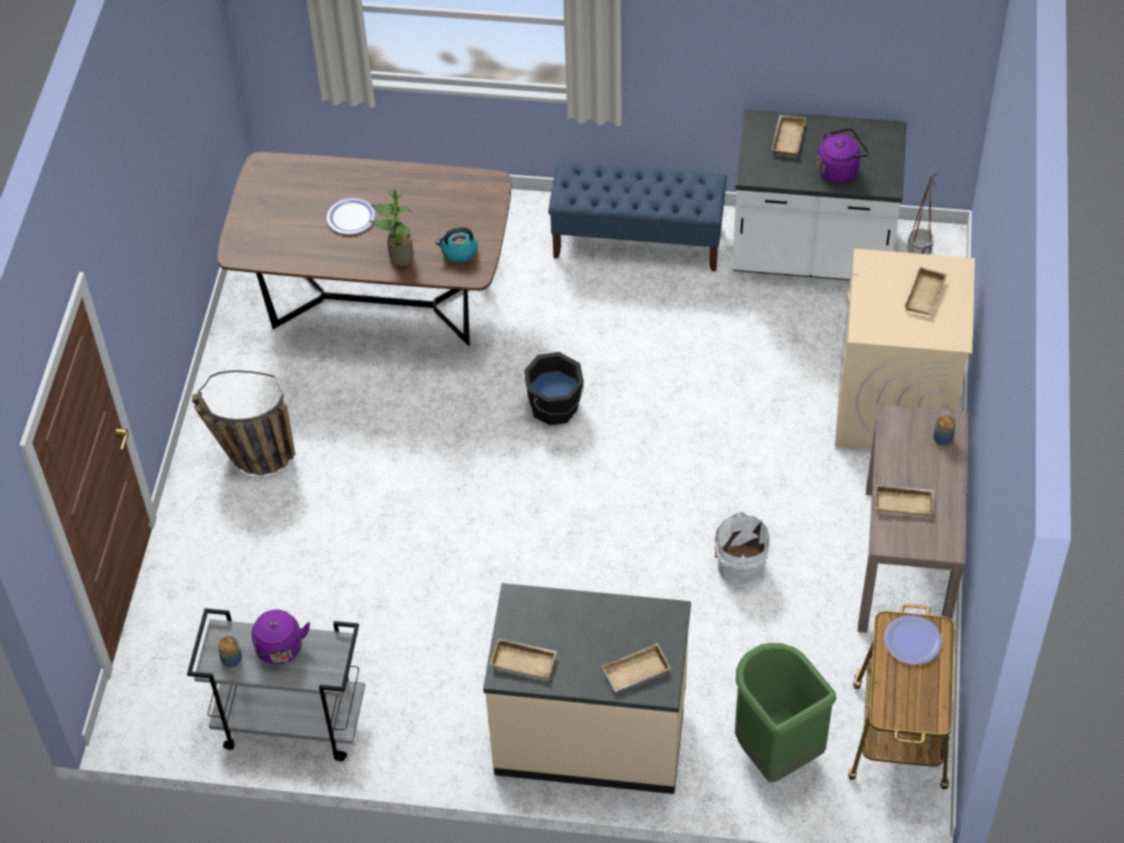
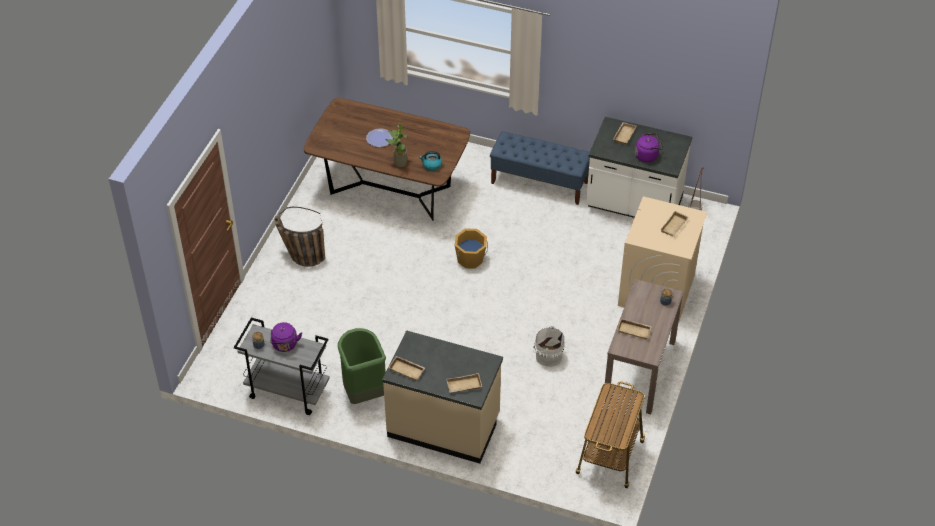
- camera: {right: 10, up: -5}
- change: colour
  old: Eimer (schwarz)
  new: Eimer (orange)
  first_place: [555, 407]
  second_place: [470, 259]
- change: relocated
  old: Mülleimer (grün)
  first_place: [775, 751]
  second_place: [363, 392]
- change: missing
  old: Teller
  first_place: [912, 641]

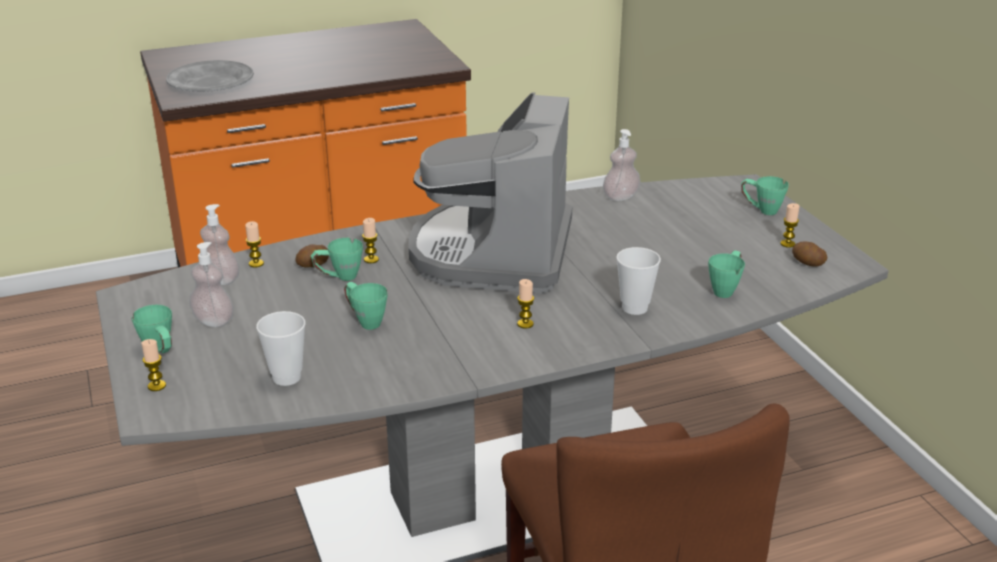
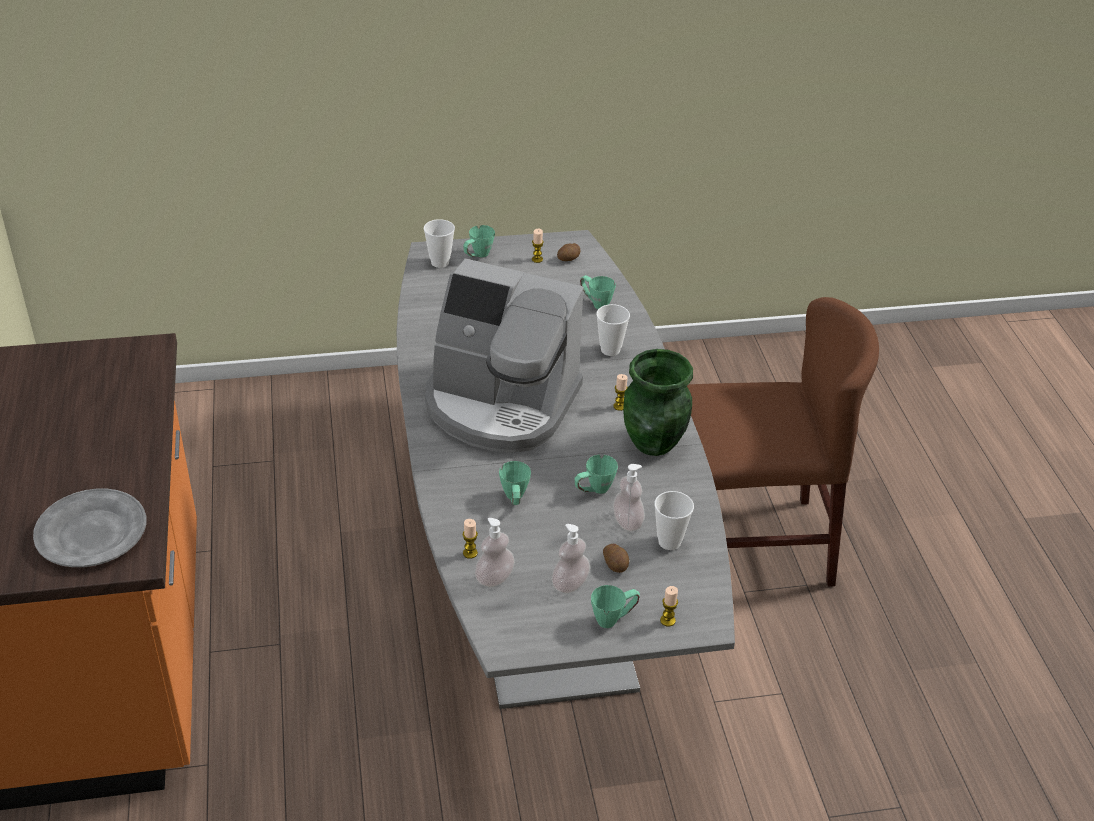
- camera: {right: -80, up: 10}
- change: relocated
  old: Kartoffel
  first_place: [313, 265]
  second_place: [616, 564]
- change: missing
  old: Kerze
  first_place: [371, 259]
- change: relocated
  old: Seifenspender
  first_place: [620, 197]
  second_place: [627, 522]
- change: appeared
  new: Tasse
  second_place: [440, 262]
- change: appeared
  new: Vase (grün)
  second_place: [654, 443]

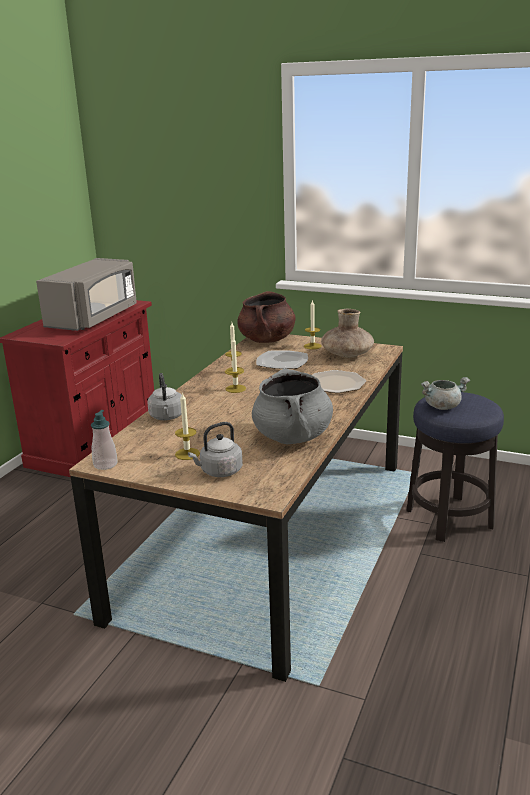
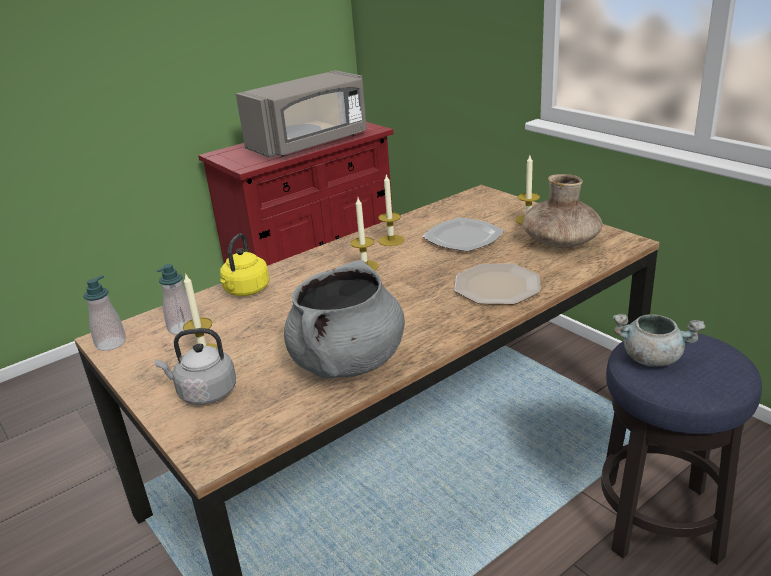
- camera: {right: 30, up: 5}
- change: colour
  old: Wasserkessel (grau)
  new: Wasserkessel (gelb)
  first_place: [167, 417]
  second_place: [246, 291]
- change: missing
  old: Kochtopf (braun)
  first_place: [267, 340]
- change: appeared
  new: Seifenspender
  second_place: [182, 327]

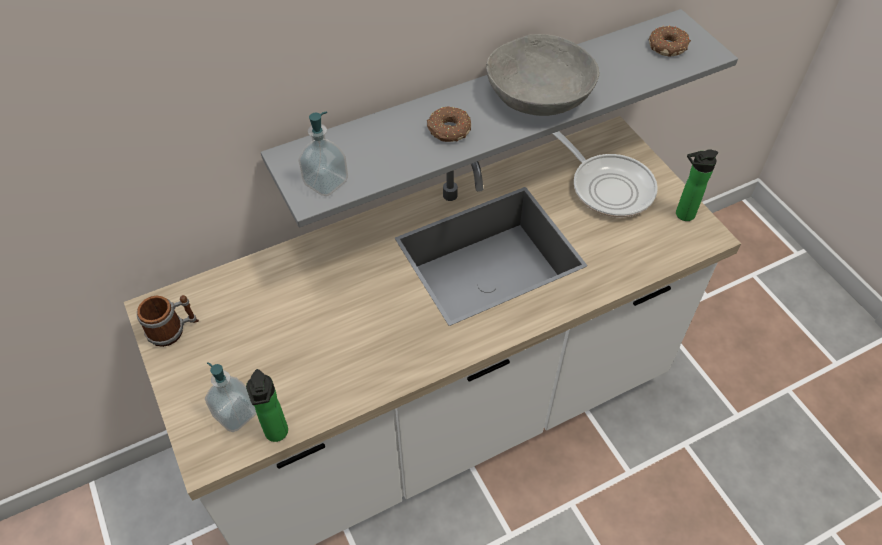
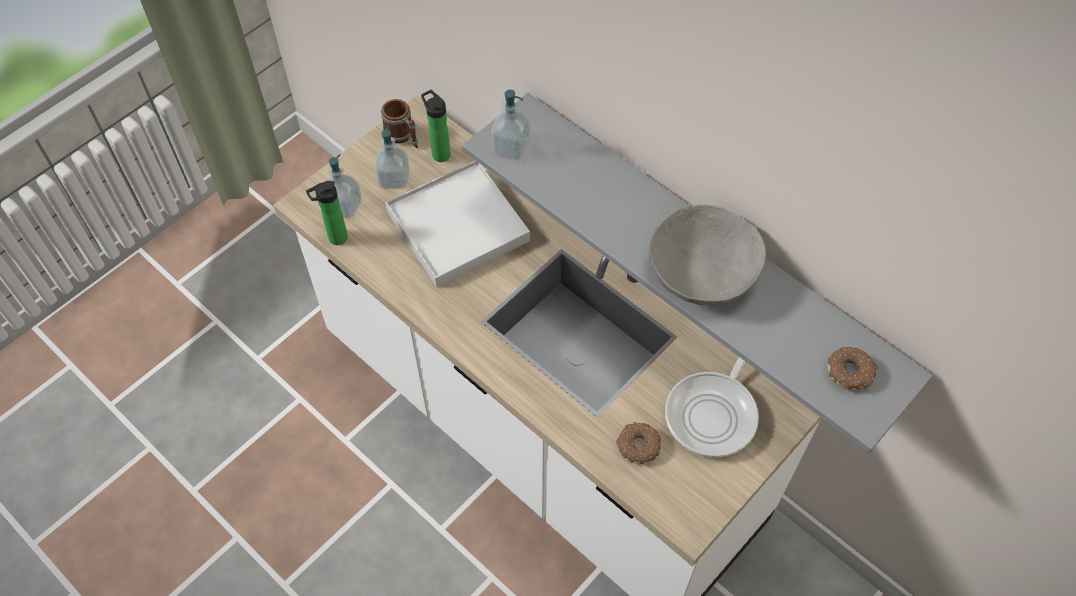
- camera: {right: 70, up: 5}
- change: relocated
  old: Donut
  first_place: [448, 130]
  second_place: [637, 446]
- change: relocated
  old: Flasche
  first_place: [682, 215]
  second_place: [439, 153]
- change: appeared
  new: Seifenspender
  second_place: [394, 179]
- change: appeared
  new: Tablett (weiß)
  second_place: [458, 226]

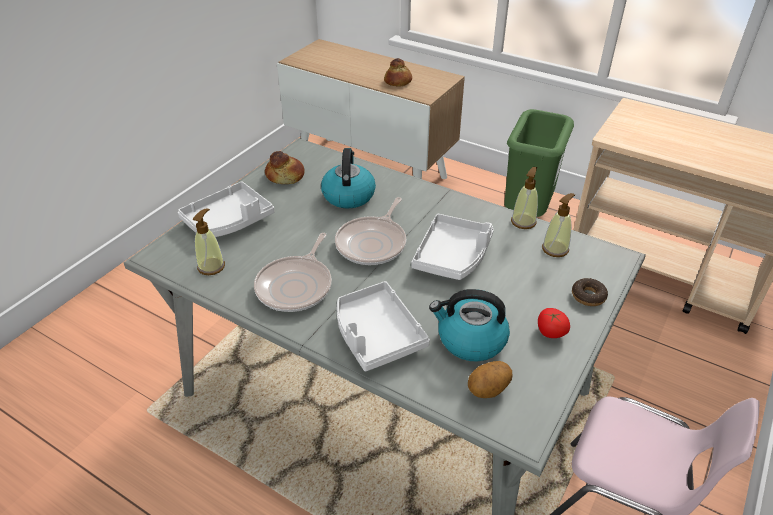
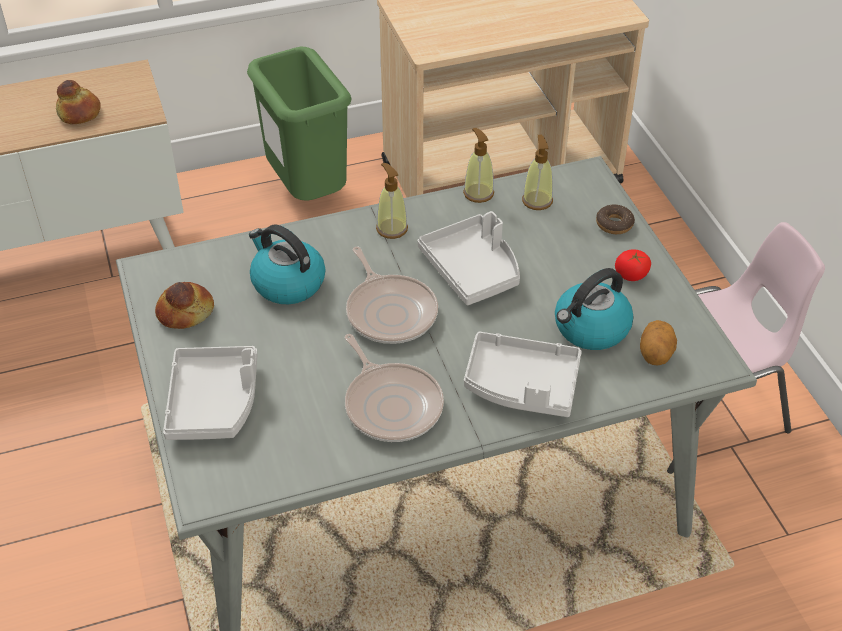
- camera: {right: -50, up: 5}
- change: relocated
  old: Seifenspender
  first_place: [211, 266]
  second_place: [391, 228]

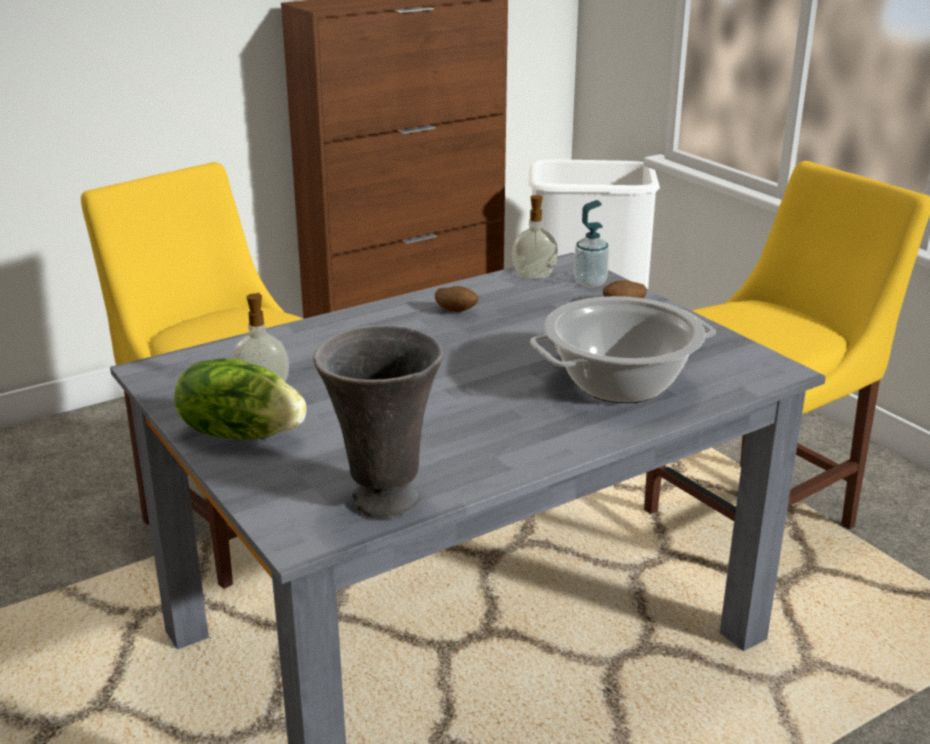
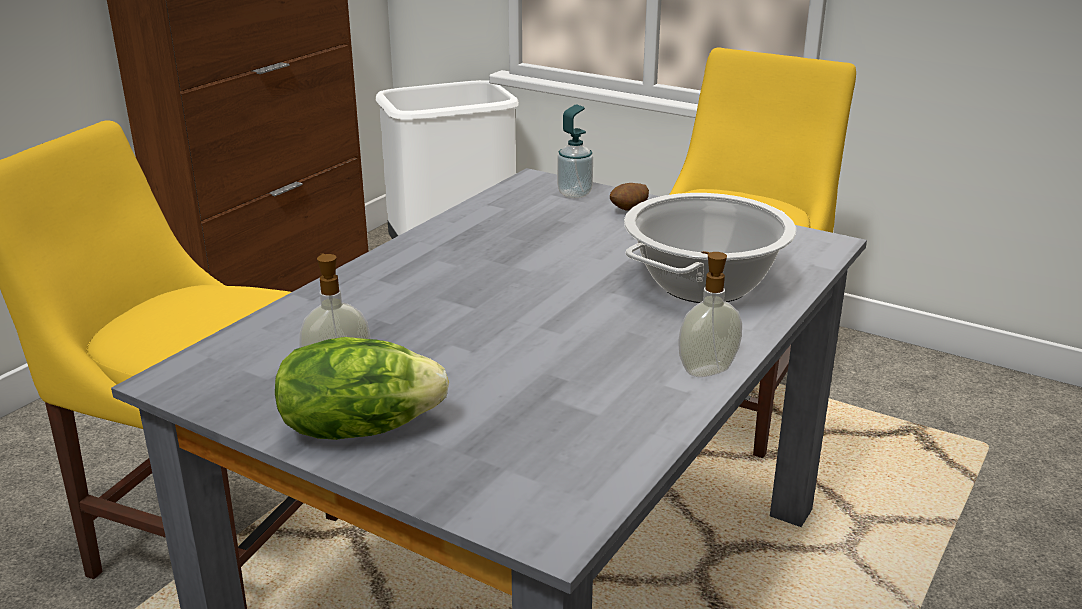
- camera: {right: -25, up: 0}
- change: missing
  old: Vase (grau)
  first_place: [384, 501]
- change: missing
  old: Kartoffel
  first_place: [456, 311]
- change: relocated
  old: Seifenspender
  first_place: [534, 276]
  second_place: [706, 369]

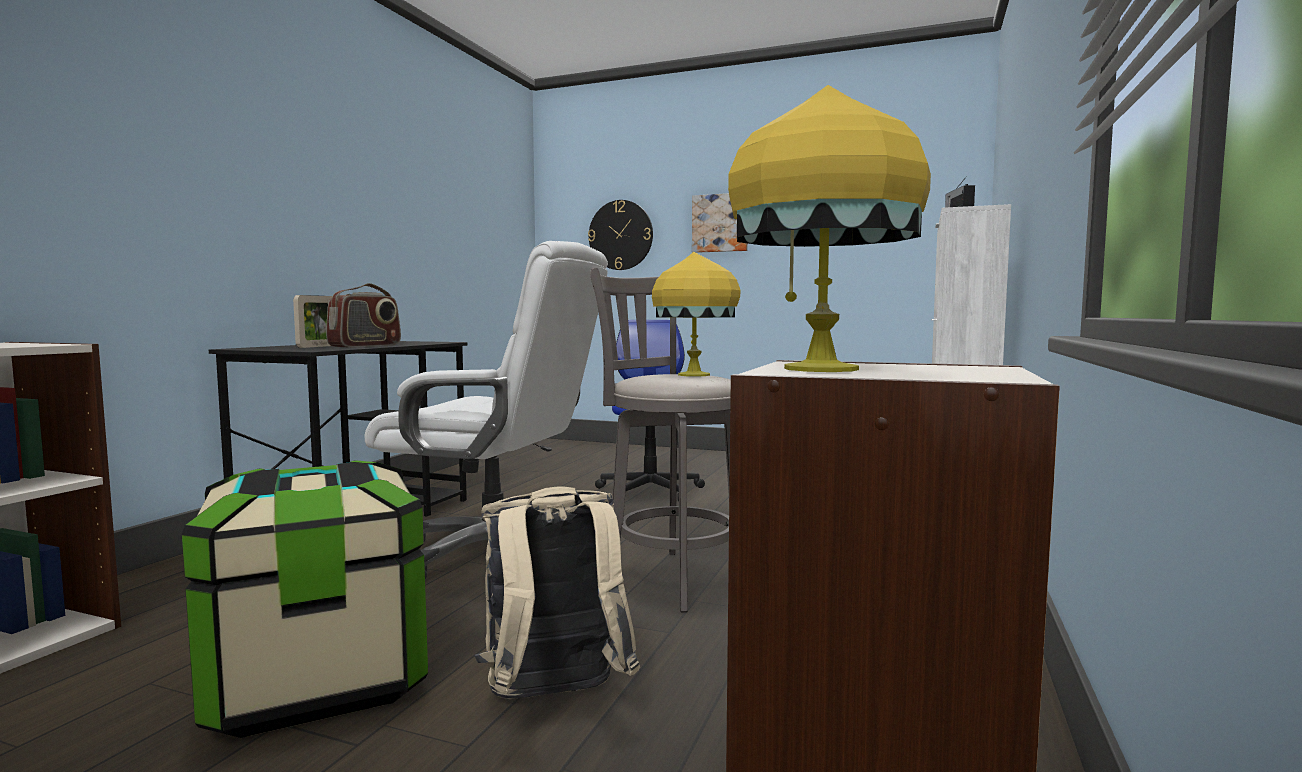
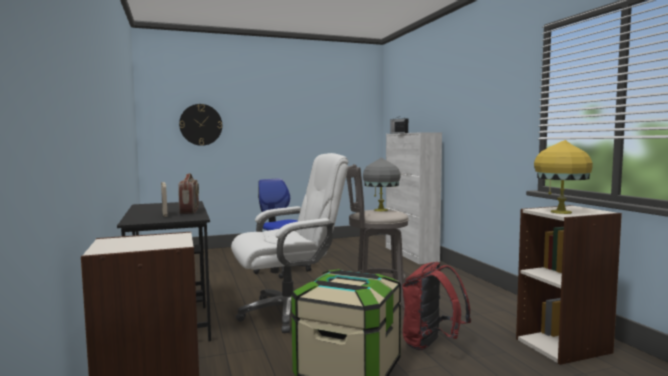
- camera: {right: -40, up: 0}
- change: colour
  old: Rucksack (beige)
  new: Rucksack (rot)
  first_place: [554, 698]
  second_place: [431, 345]
- change: colour
  old: Tischlampe (gelb)
  new: Tischlampe (grau)
  first_place: [695, 375]
  second_place: [381, 210]
- change: missing
  old: Bild
  first_place: [720, 223]

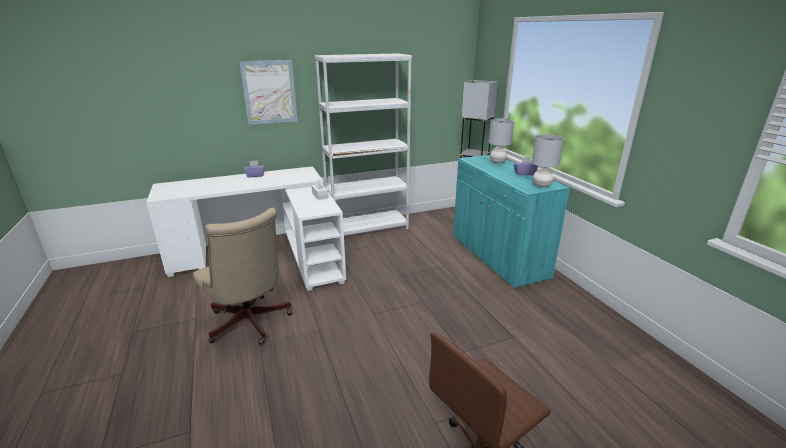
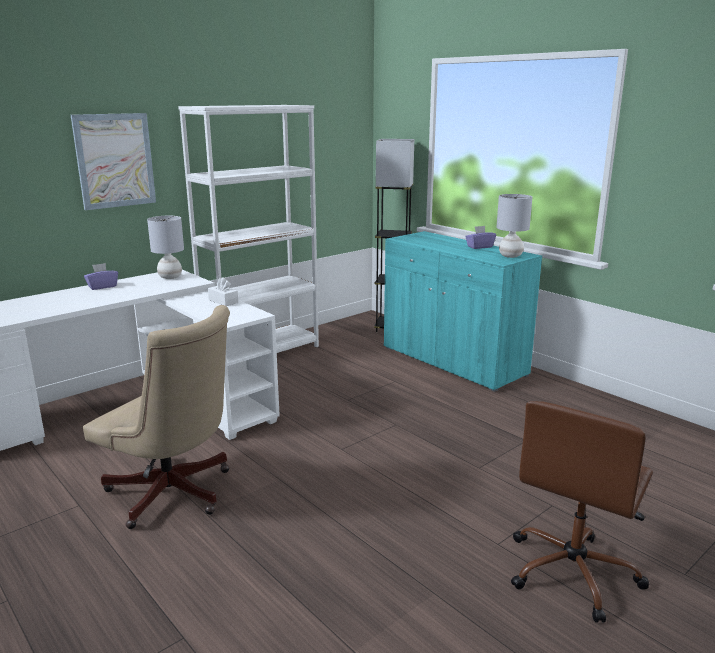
- camera: {right: -20, up: -5}
- change: relocated
  old: Tischlampe (grau)
  first_place: [497, 162]
  second_place: [170, 277]

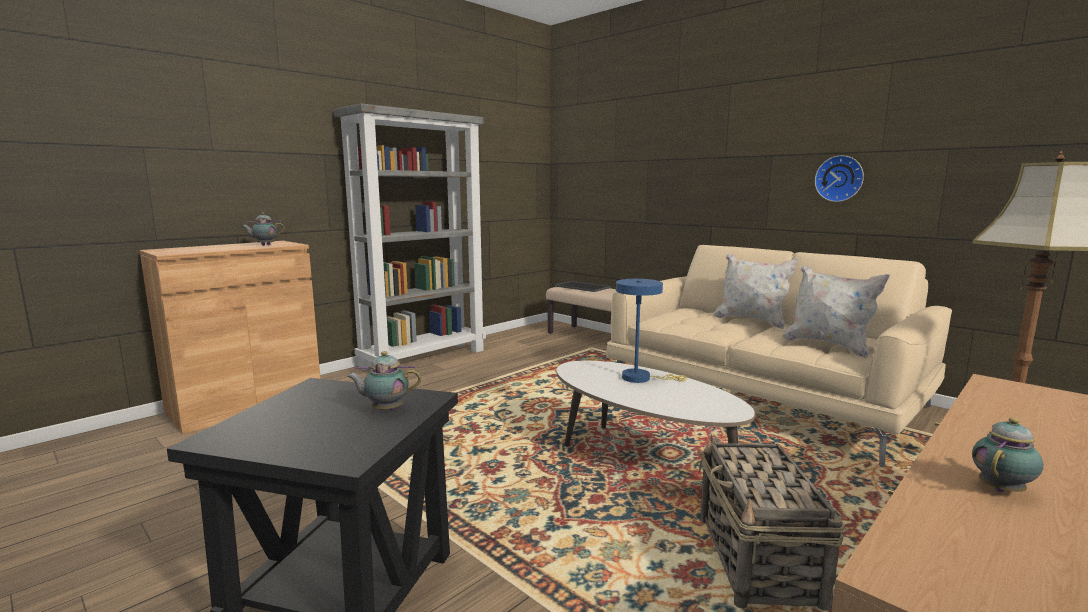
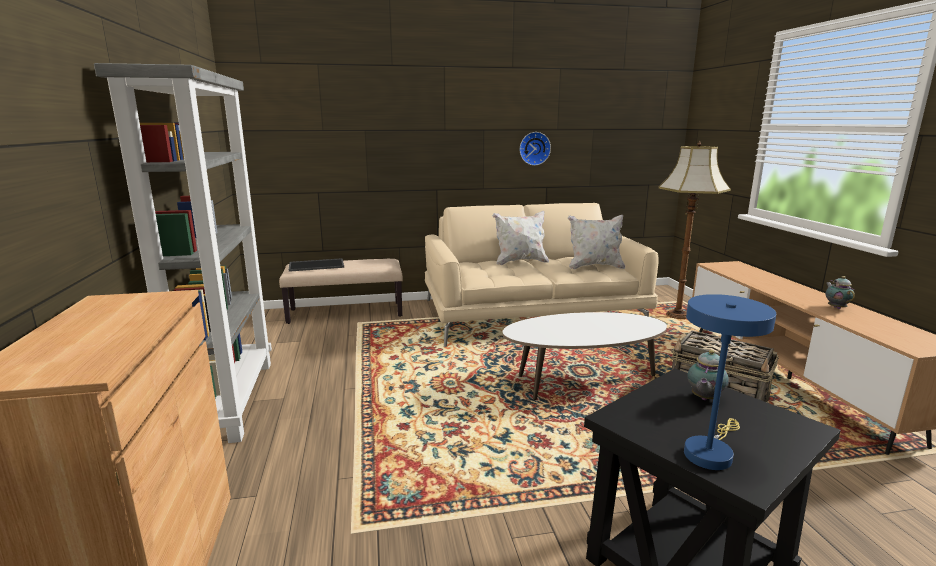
- camera: {right: -55, up: 5}
- change: missing
  old: Teekanne
  first_place: [264, 245]
- change: relocated
  old: Tischlampe (blau)
  first_place: [641, 378]
  second_place: [710, 451]

